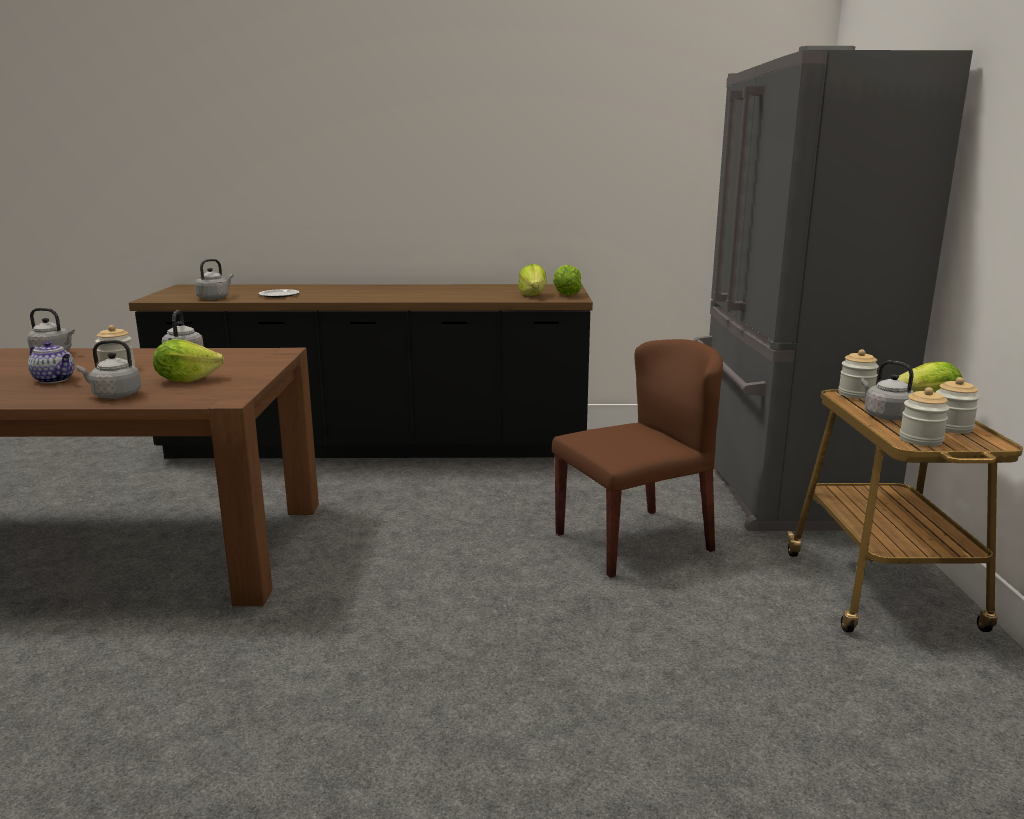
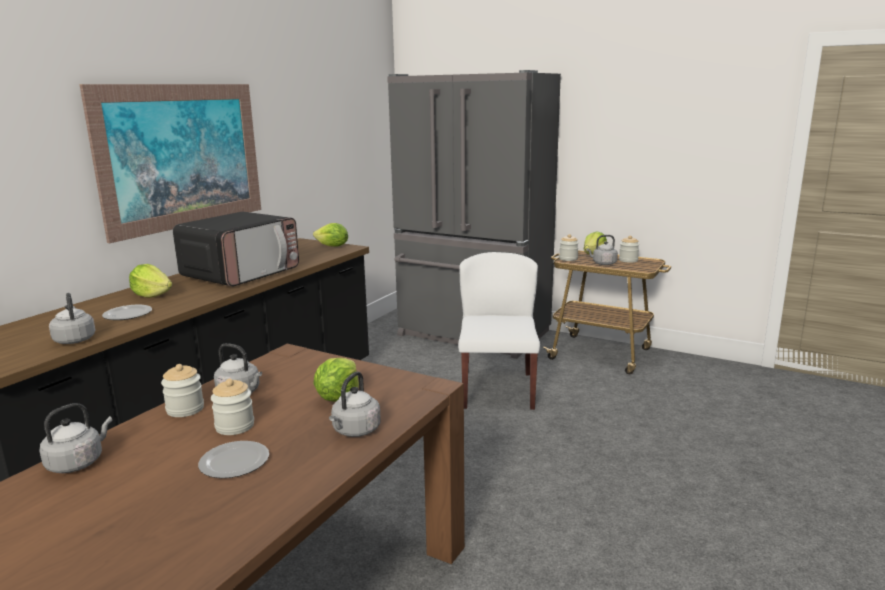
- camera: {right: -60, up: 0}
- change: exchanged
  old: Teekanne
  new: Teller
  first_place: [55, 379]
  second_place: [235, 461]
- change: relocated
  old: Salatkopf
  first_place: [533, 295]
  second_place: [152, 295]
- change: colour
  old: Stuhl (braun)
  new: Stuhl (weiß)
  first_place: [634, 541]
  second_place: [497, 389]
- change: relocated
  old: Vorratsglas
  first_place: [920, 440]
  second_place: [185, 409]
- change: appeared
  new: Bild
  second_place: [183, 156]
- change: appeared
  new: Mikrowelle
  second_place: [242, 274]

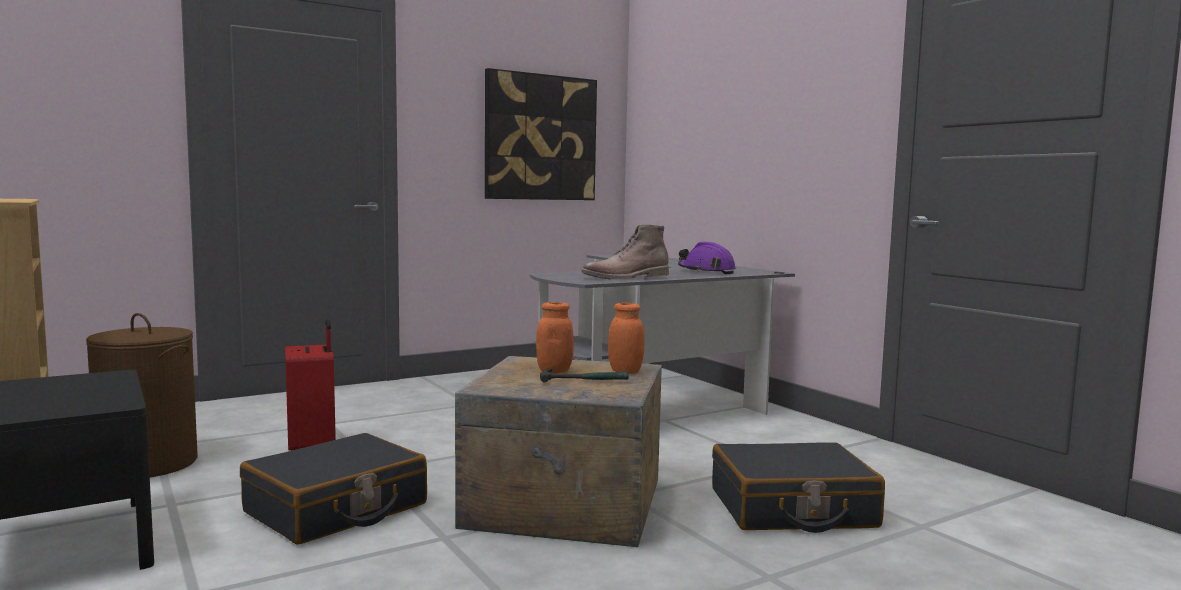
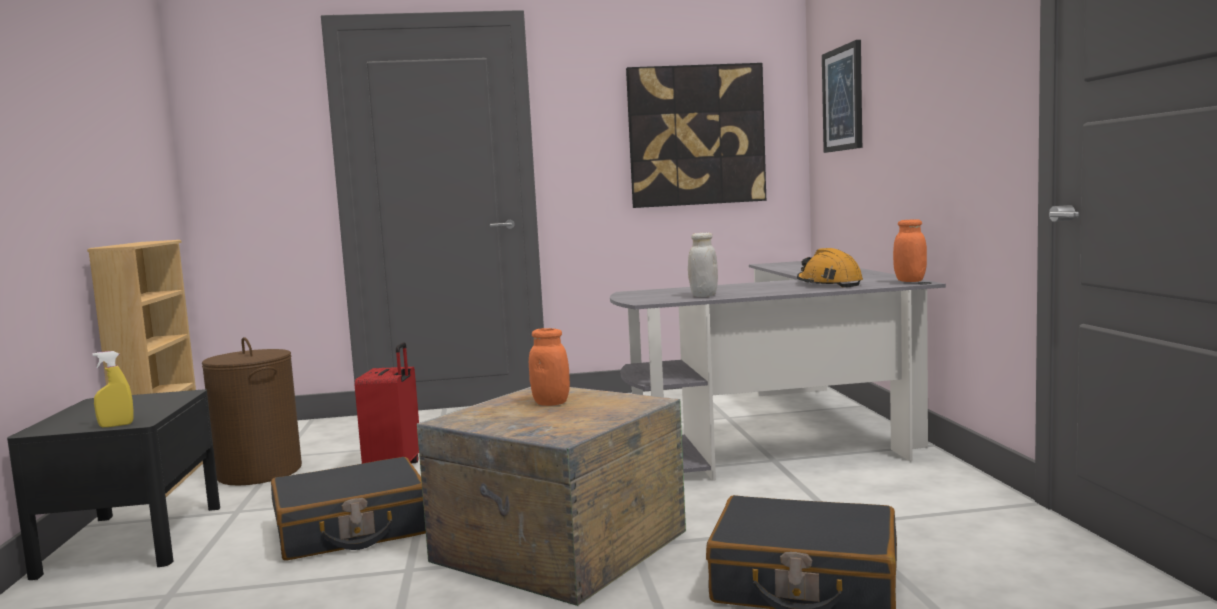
- camera: {right: 25, up: 0}
- change: missing
  old: Hammer
  first_place: [584, 381]
- change: exchanged
  old: Stiefel (braun)
  new: Vorratsglas (weiß)
  first_place: [626, 278]
  second_place: [703, 295]
- change: relocated
  old: Vorratsglas (orange)
  first_place: [625, 371]
  second_place: [910, 281]
- change: colour
  old: Schutzhelm (lila)
  new: Schutzhelm (orange)
  first_place: [706, 271]
  second_place: [829, 284]
- change: appeared
  new: Sprühflasche (gelb)
  second_place: [116, 425]
- change: appeared
  new: Bild
  second_place: [843, 99]

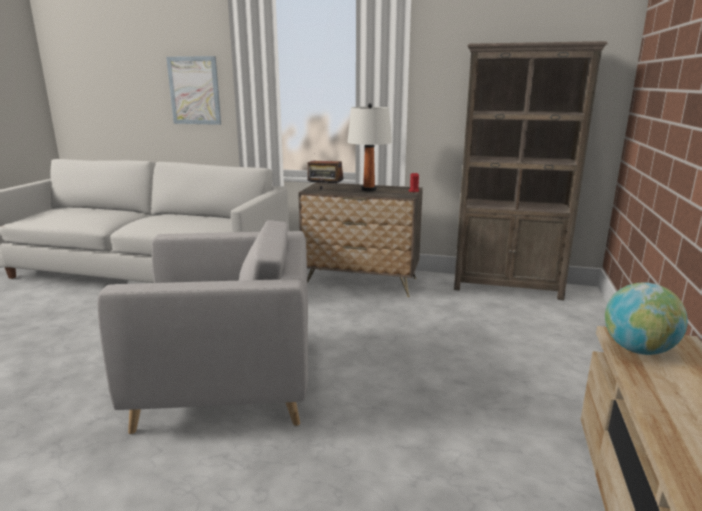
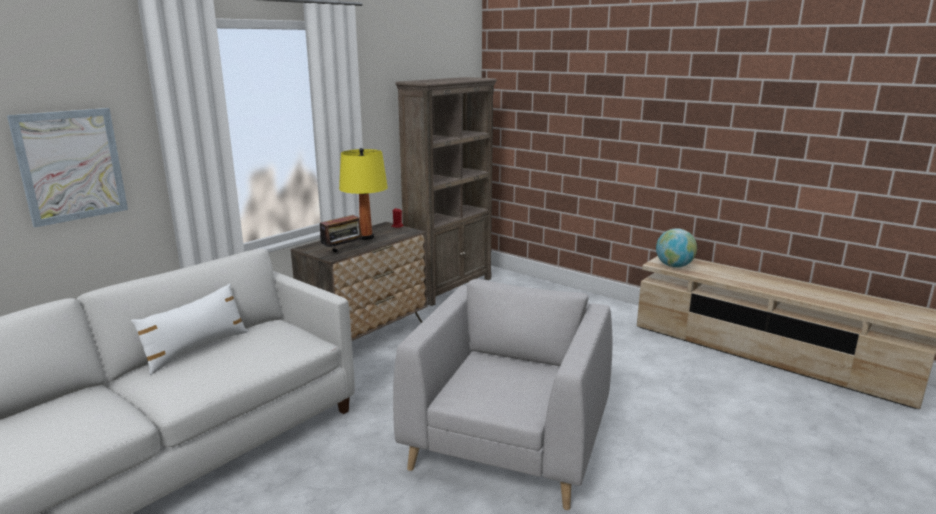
- camera: {right: -65, up: 0}
- change: colour
  old: Tischlampe (weiß)
  new: Tischlampe (gelb)
  first_place: [369, 189]
  second_place: [366, 237]
- change: appeared
  new: Kissen (weiß)
  second_place: [196, 349]

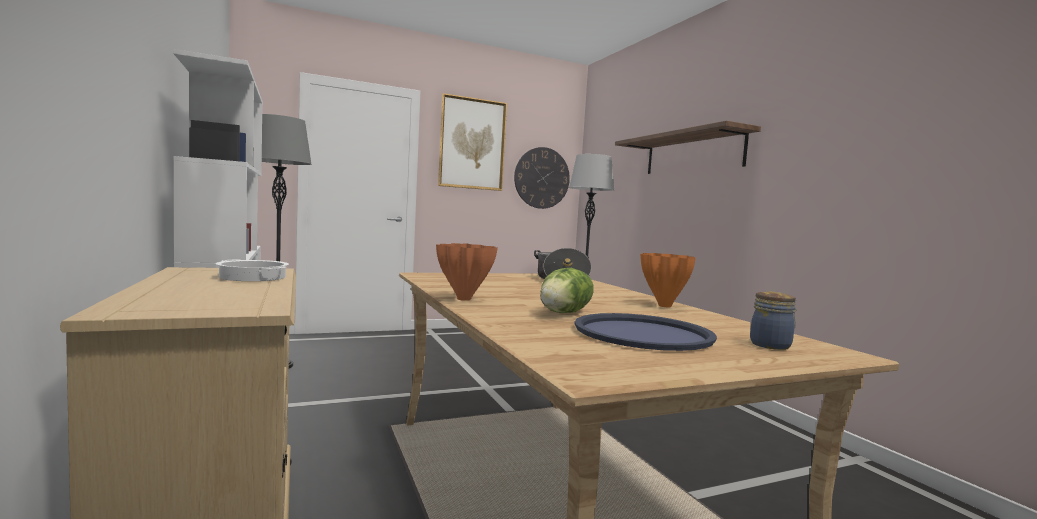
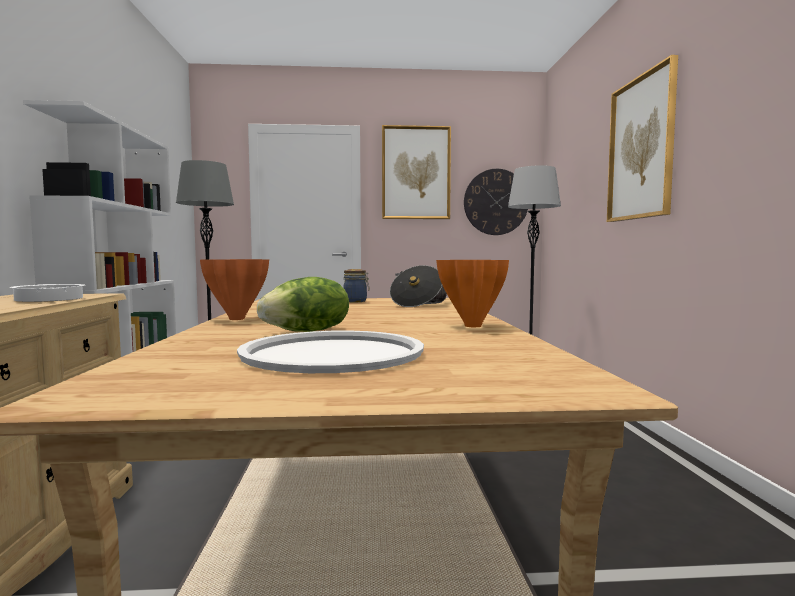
- camera: {right: 20, up: 0}
- change: colour
  old: Tablett (blau)
  new: Tablett (weiß)
  first_place: [642, 333]
  second_place: [333, 353]
- change: exchanged
  old: Wandregal
  new: Bild
  first_place: [692, 153]
  second_place: [641, 148]
- change: relocated
  old: Vorratsglas
  first_place: [772, 345]
  second_place: [356, 301]

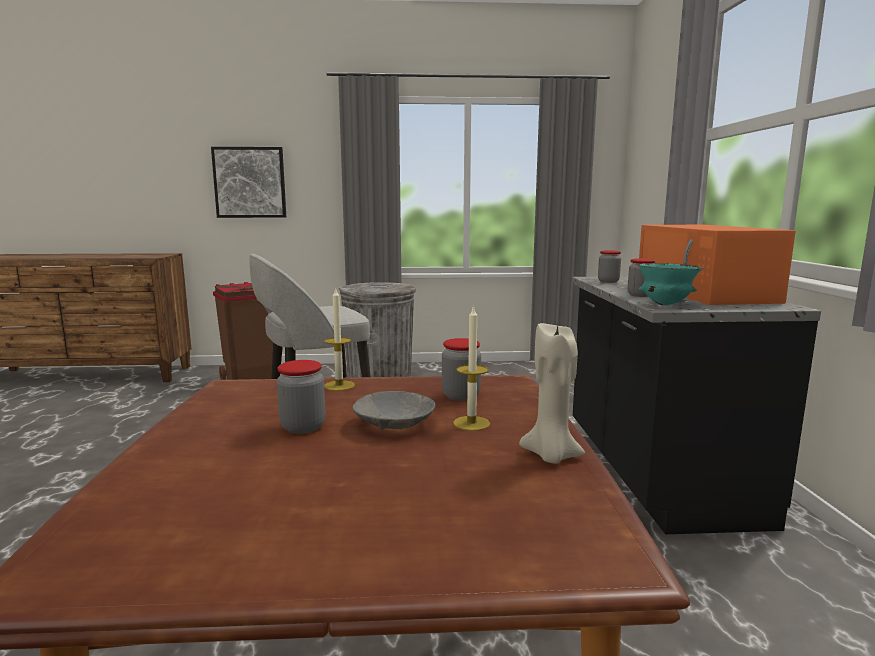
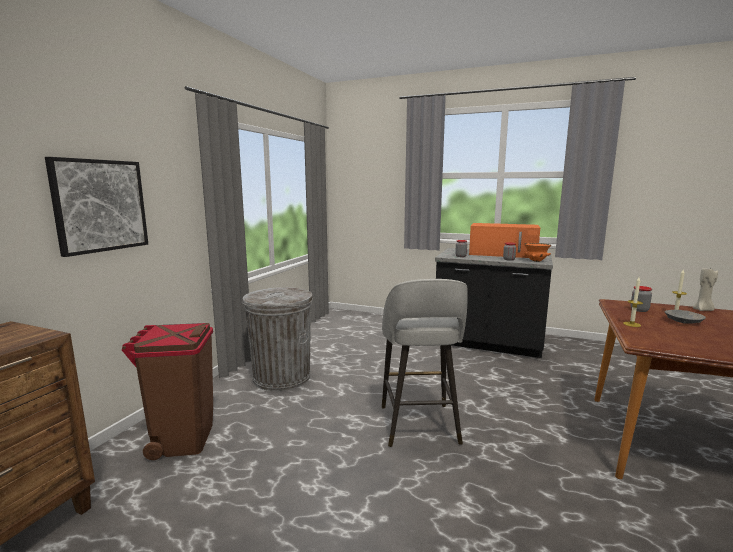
- camera: {right: -65, up: 0}
- change: missing
  old: Vorratsglas
  first_place: [303, 427]
- change: colour
  old: Schüssel (türkis)
  new: Schüssel (orange)
  first_place: [665, 305]
  second_place: [536, 261]

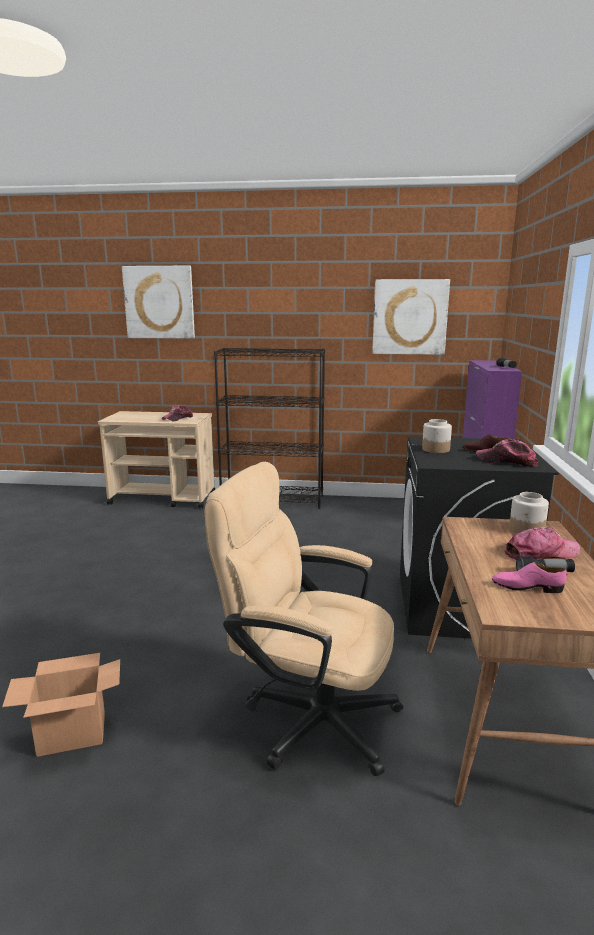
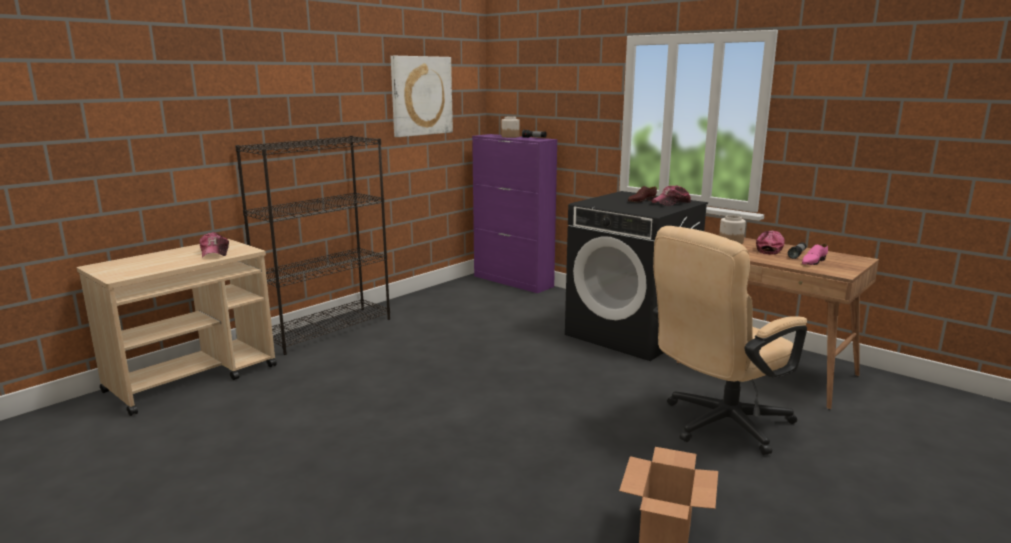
- camera: {right: -55, up: 0}
- change: missing
  old: Bild
  first_place: [159, 302]
- change: relocated
  old: Vorratsglas
  first_place: [436, 449]
  second_place: [510, 136]

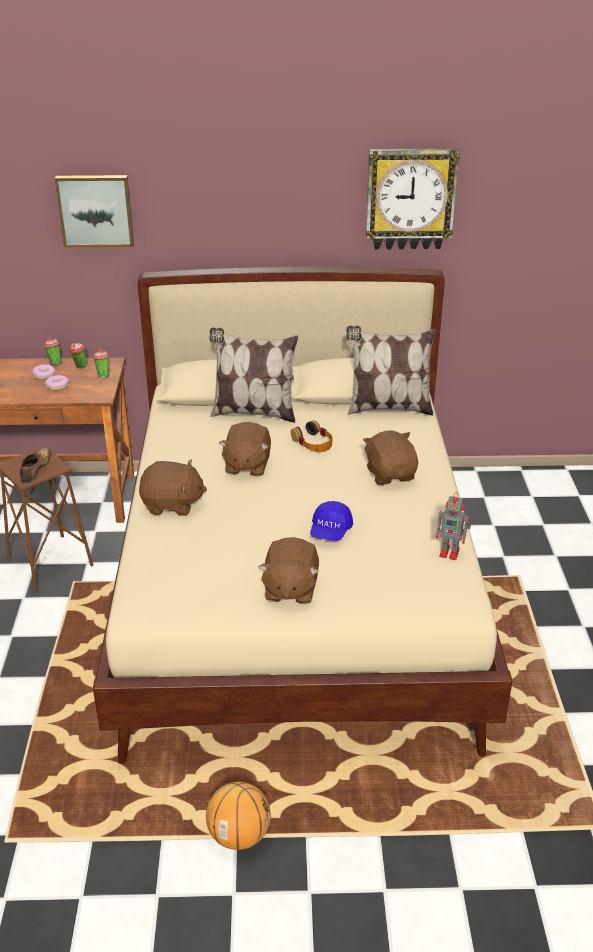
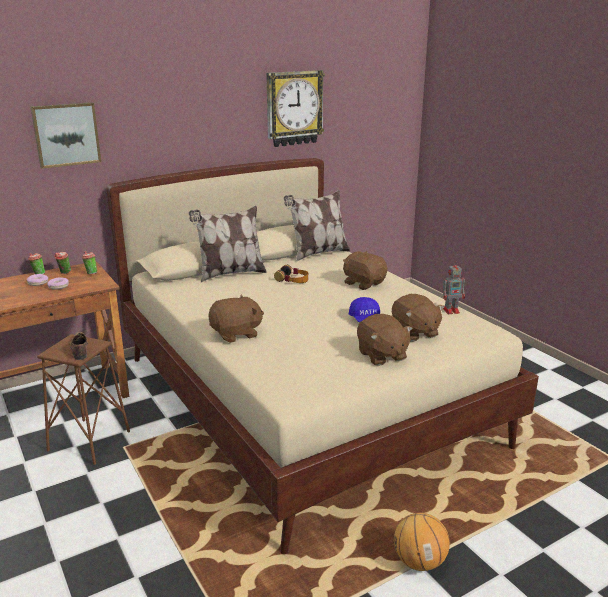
- camera: {right: -30, up: -10}
- change: relocated
  old: Plüschtier (braun)
  first_place: [246, 465]
  second_place: [414, 332]

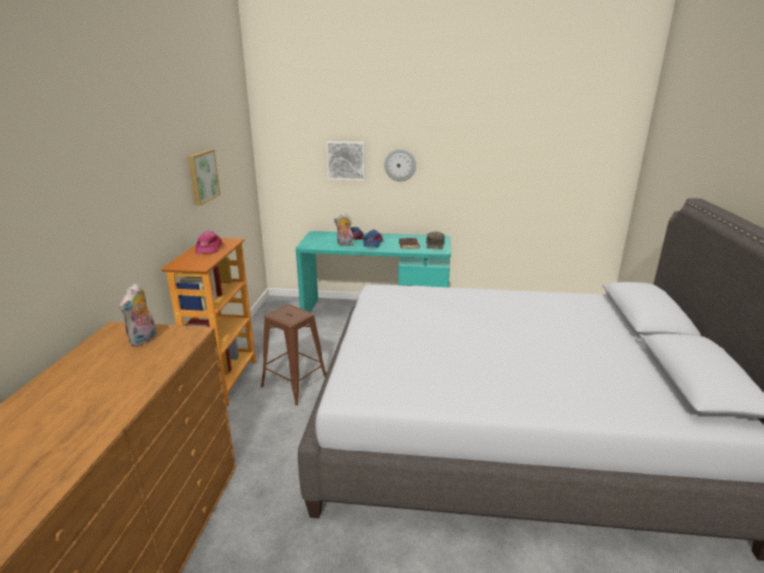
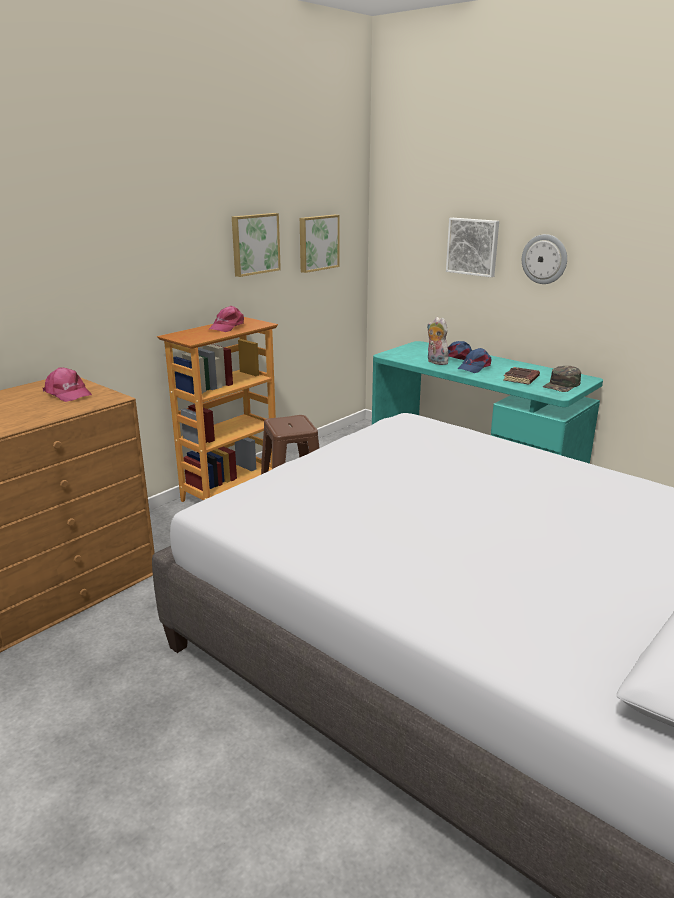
- camera: {right: 35, up: 0}
- change: exchanged
  old: Plüschtier
  new: Kappe (rosa)
  first_place: [144, 340]
  second_place: [68, 393]
- change: appeared
  new: Bild
  second_place: [317, 243]

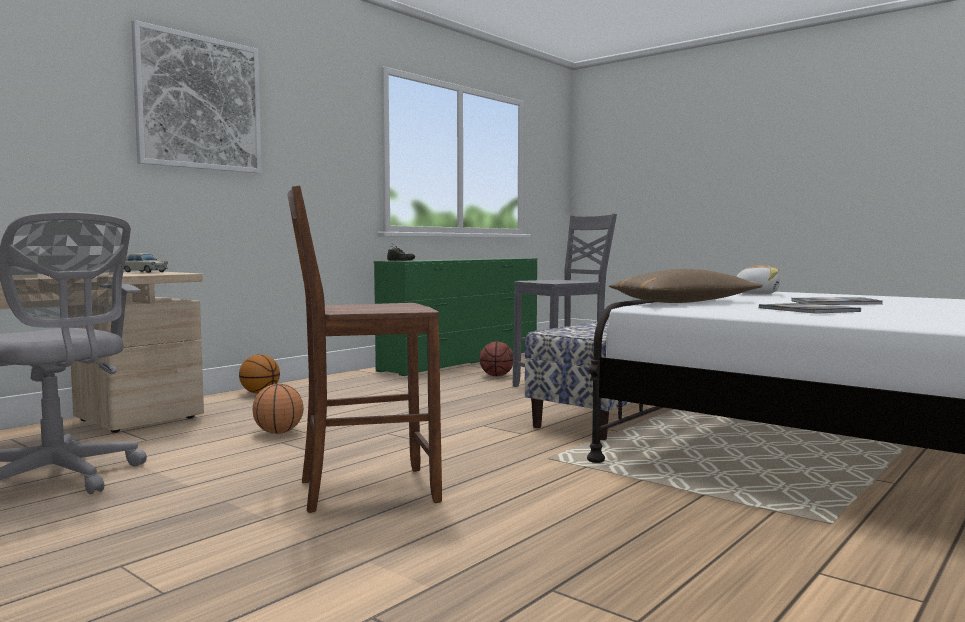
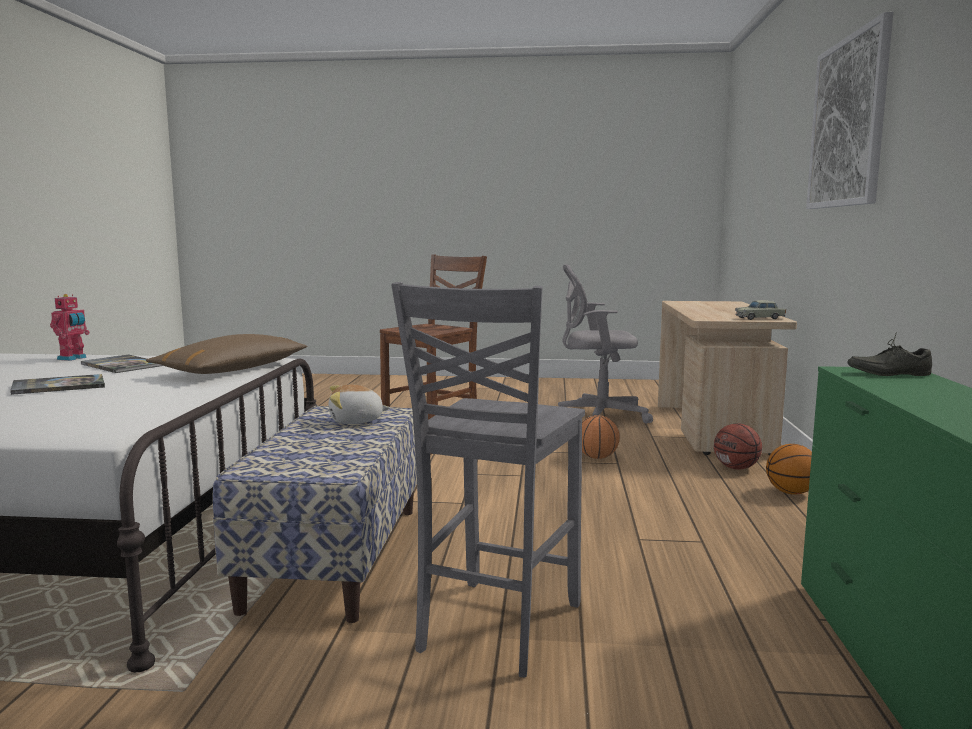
- camera: {right: 145, up: 5}
- change: relocated
  old: Basketball
  first_place: [496, 376]
  second_place: [736, 468]
- change: relocated
  old: Plüschtier
  first_place: [756, 294]
  second_place: [356, 421]
- change: appeared
  new: Spielzeugroboter
  second_place: [73, 358]

